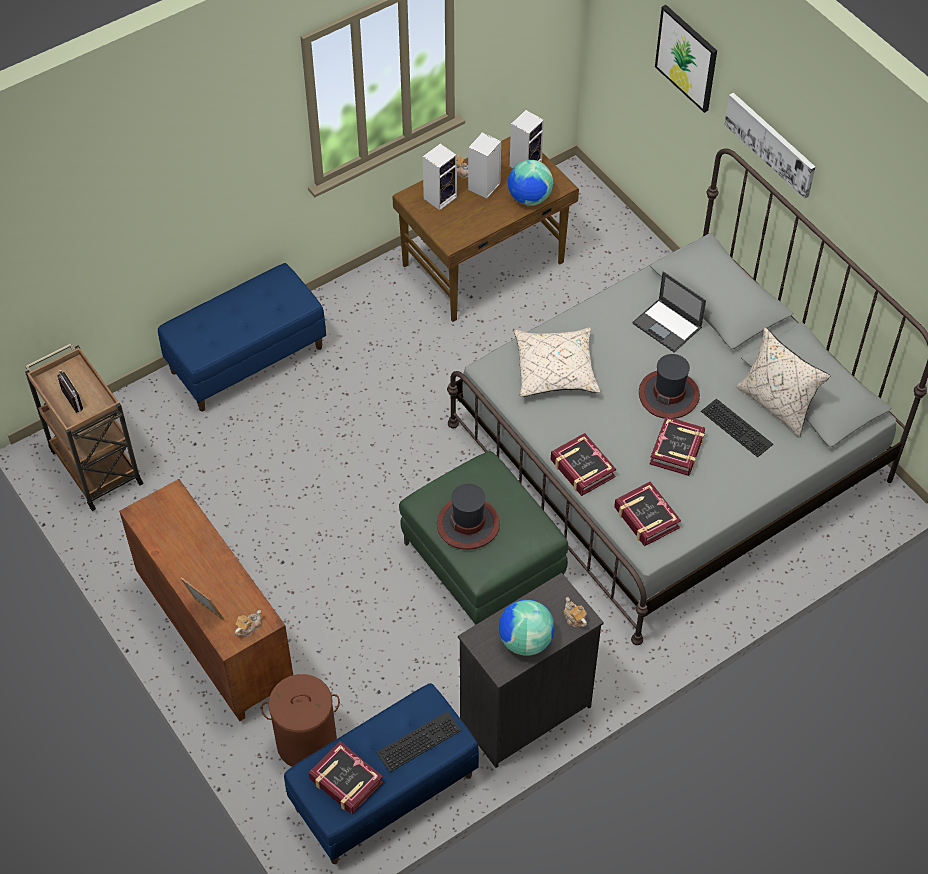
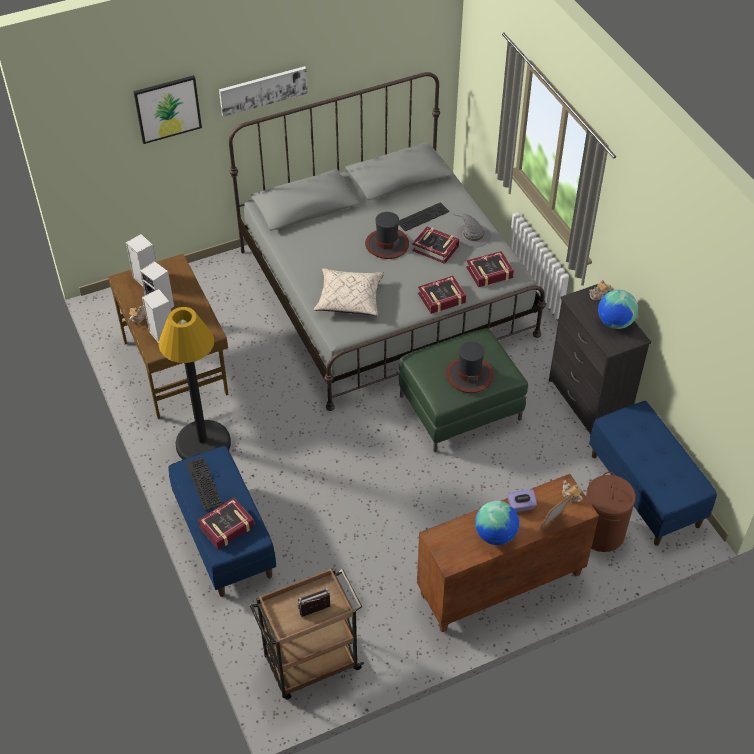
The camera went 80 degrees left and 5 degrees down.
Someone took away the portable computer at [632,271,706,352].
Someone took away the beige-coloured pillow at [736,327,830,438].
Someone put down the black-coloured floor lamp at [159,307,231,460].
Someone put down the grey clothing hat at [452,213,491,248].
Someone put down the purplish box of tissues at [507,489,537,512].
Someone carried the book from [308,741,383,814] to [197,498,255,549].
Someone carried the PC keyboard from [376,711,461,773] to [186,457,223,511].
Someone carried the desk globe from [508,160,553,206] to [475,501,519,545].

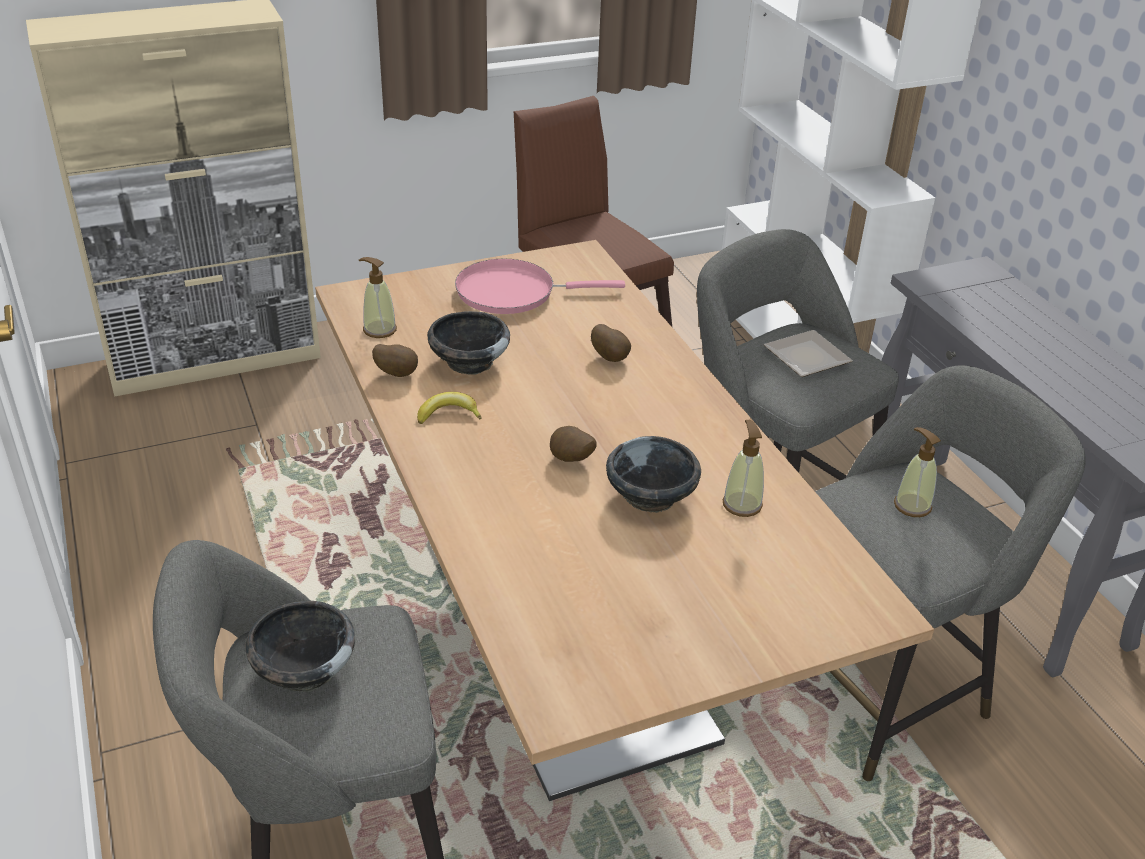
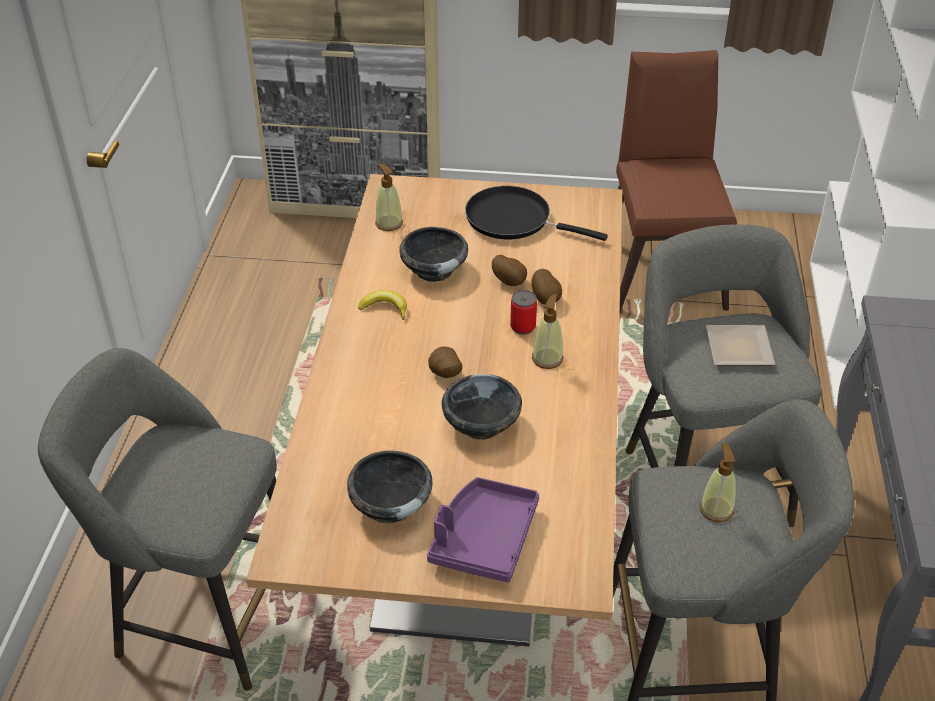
The camera went 30 degrees right and 5 degrees up.
Someone put down the purplish carrying tray at [427,477,539,582].
Someone put down the can at [510,290,537,334].
Someone carried the black-coloured deep dish from [246,601,355,692] to [347,450,433,524].
Someone carried the whole potato from [372,344,418,377] to [492,255,527,286].
Someone carried the soap bottle from [723,420,764,517] to [532,294,563,369].
Someone repainted the pink-coloured frying pan at [455,259,625,314], which became the black-coloured frying pan at [465,186,608,241].

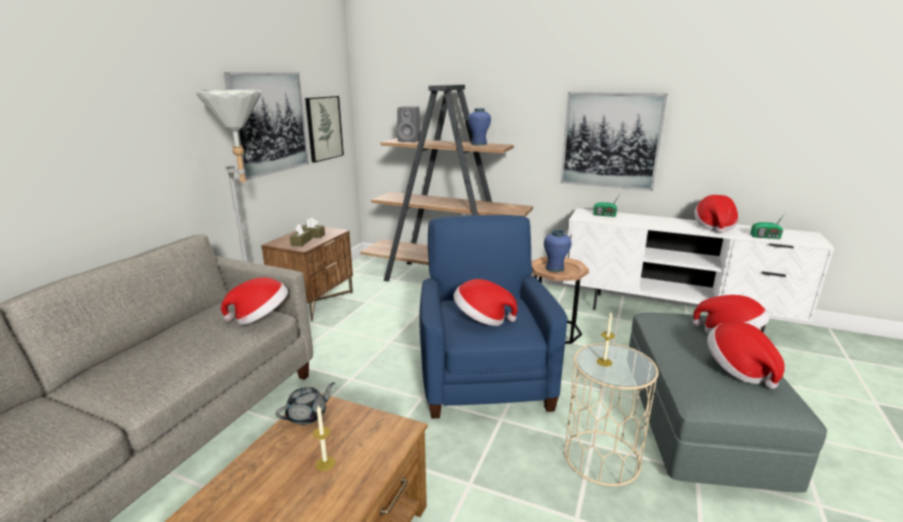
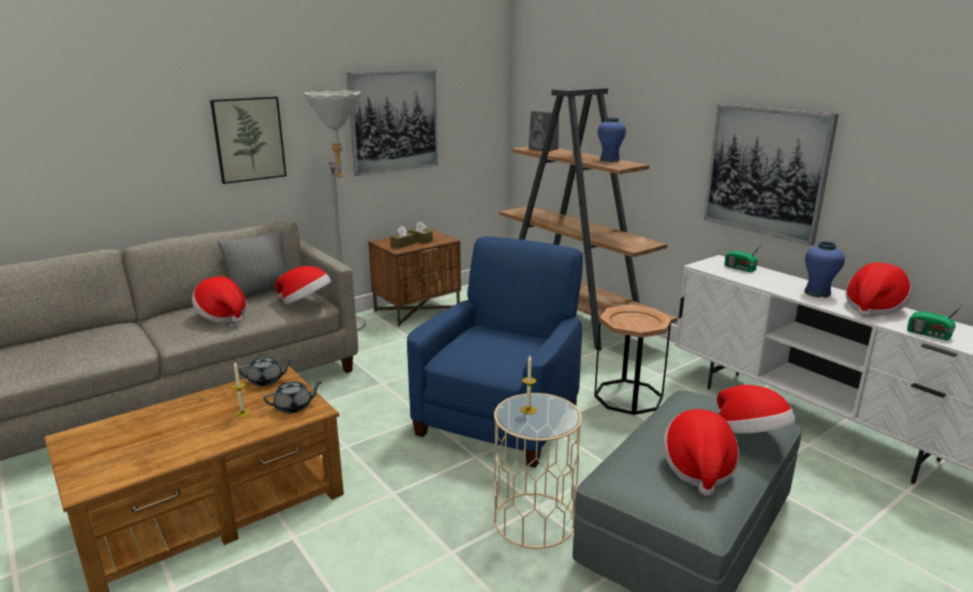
The camera went 30 degrees right and 0 degrees up.
Someone put down the grey pillow at [218,230,288,299].
Someone put down the grey teapot at [263,381,322,414].
Someone carried the picture from [305,96,344,163] to [210,96,287,184].
Someone carried the clothing hat from [453,279,517,326] to [192,276,247,323].
Someone carried the bluish vase from [544,230,572,273] to [804,241,845,298].

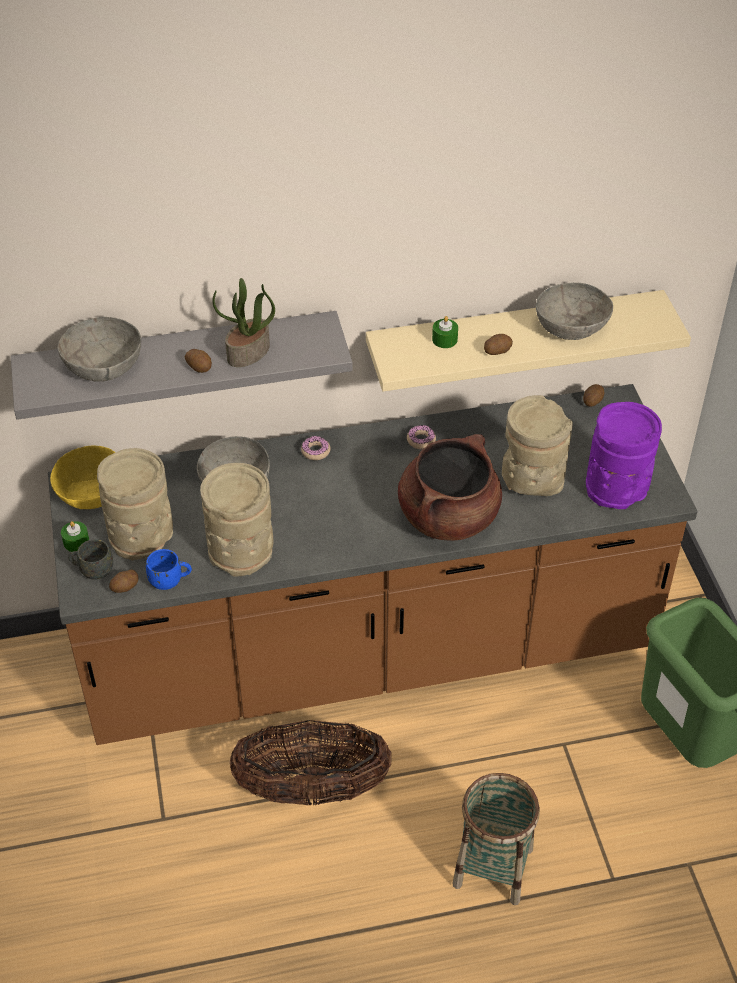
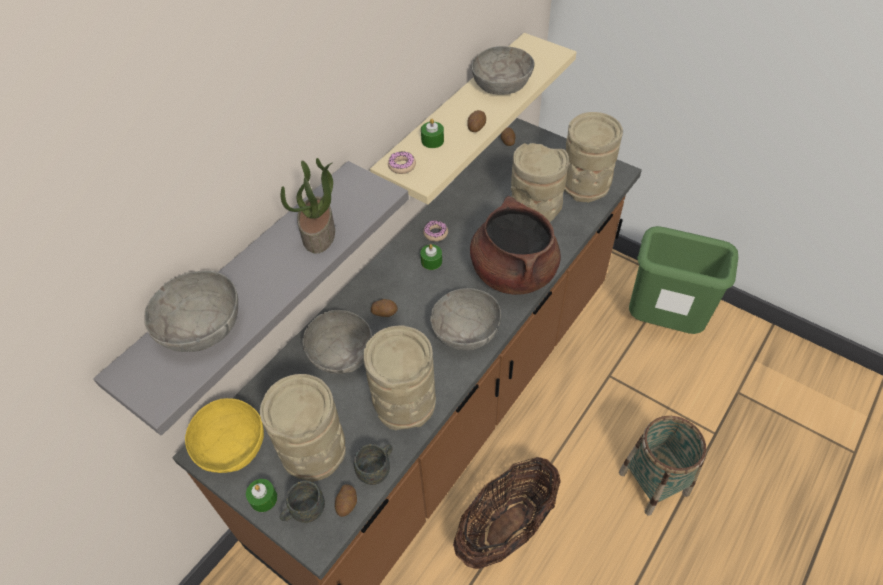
The camera went 40 degrees left and 5 degrees up.
Someone put down the greenish candle at [420,244,442,270].
Someone put down the grey deep dish at [430,288,501,351].
Someone carried the whole potato from [185,349,212,373] to [371,299,398,317].
Someone carried the ring doughnut from [301,436,331,460] to [388,151,416,174].
Someone repainted the bluish tea mug at [146,549,192,590], which became the grey tea mug at [354,444,393,485].
Someone repainted the purplish vase at [586,402,662,509], which became the beige-coloured vase at [564,112,623,203].

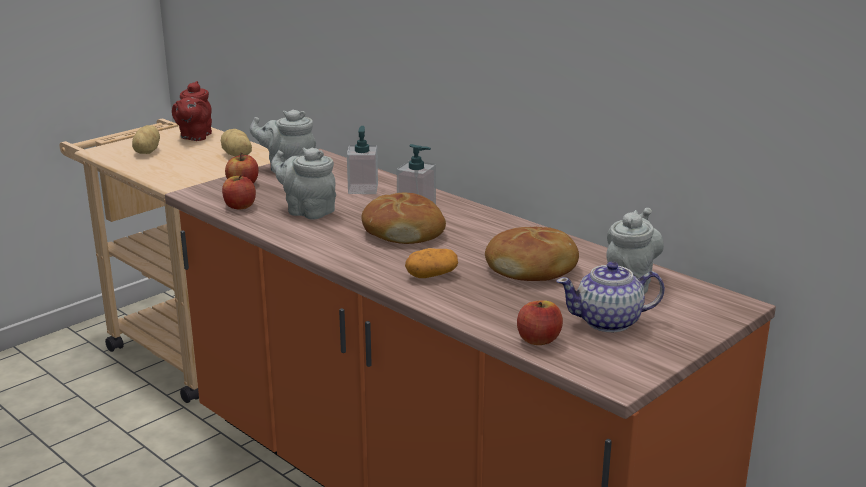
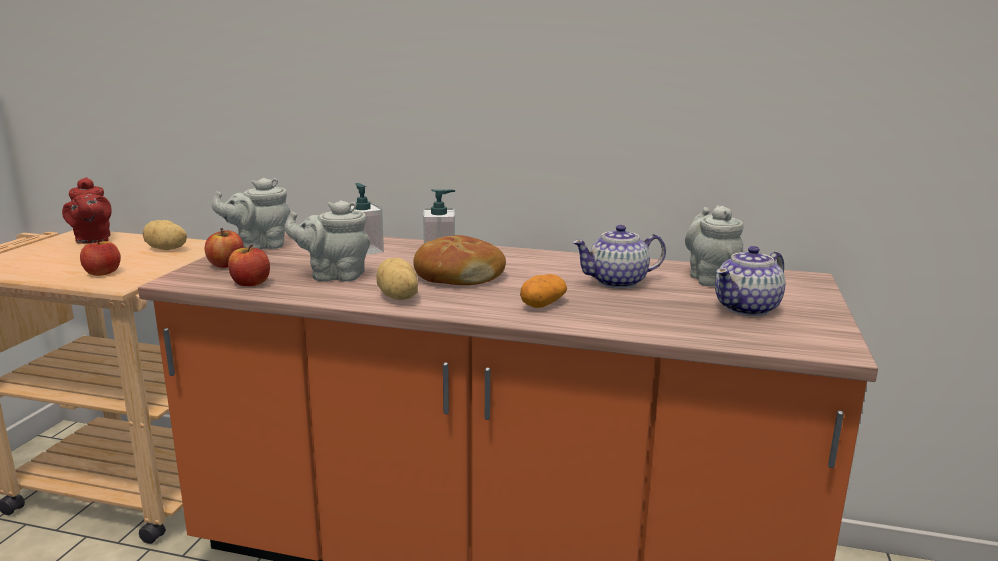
The camera went 30 degrees left and 5 degrees down.
Someone carried the whole potato from [132,125,160,154] to [376,258,418,300].
Someone carried the apple fruit from [517,301,563,345] to [80,240,121,276].
Someone swapped the bakery bread at [485,227,579,281] for the teapot at [572,225,666,289].

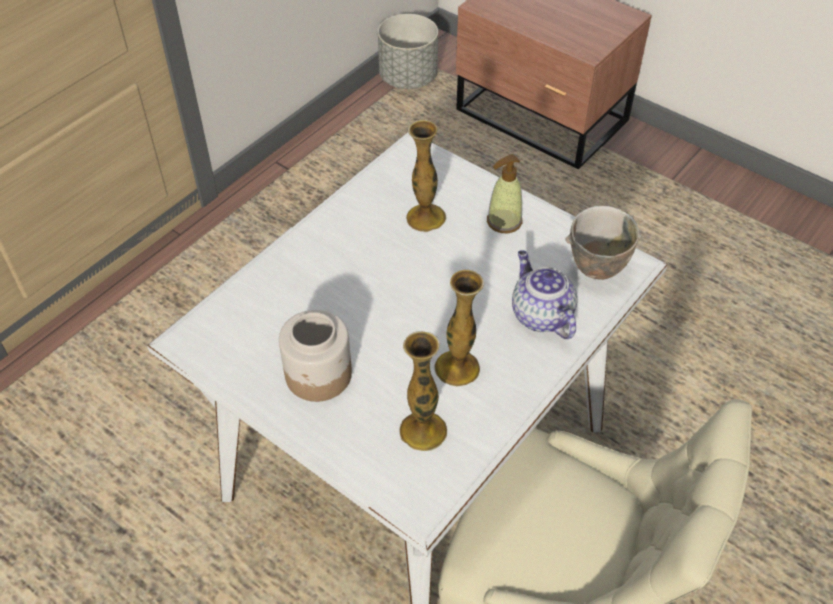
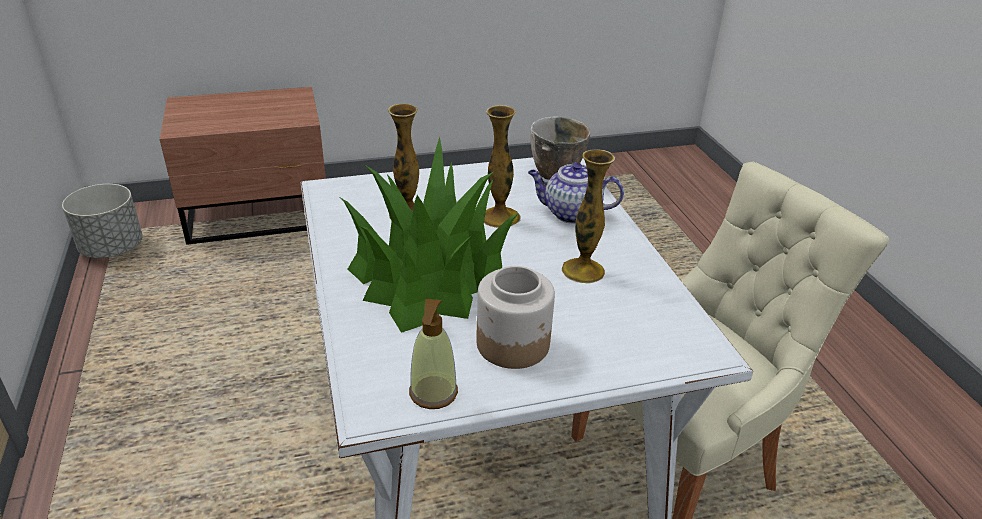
The camera went 55 degrees left and 15 degrees down.
Someone put down the potted plant at [338,137,519,333].
Someone carried the vase from [399,331,447,451] to [484,105,521,228].
Someone carried the soap bottle from [487,154,522,233] to [409,299,458,409].

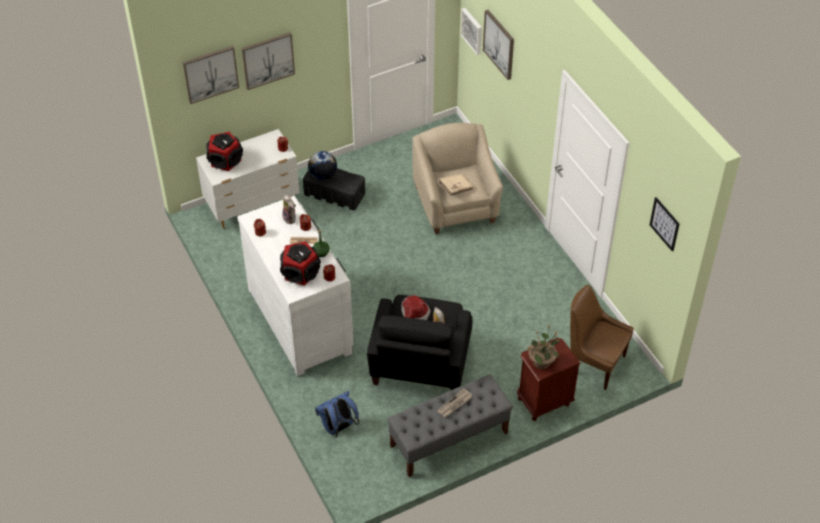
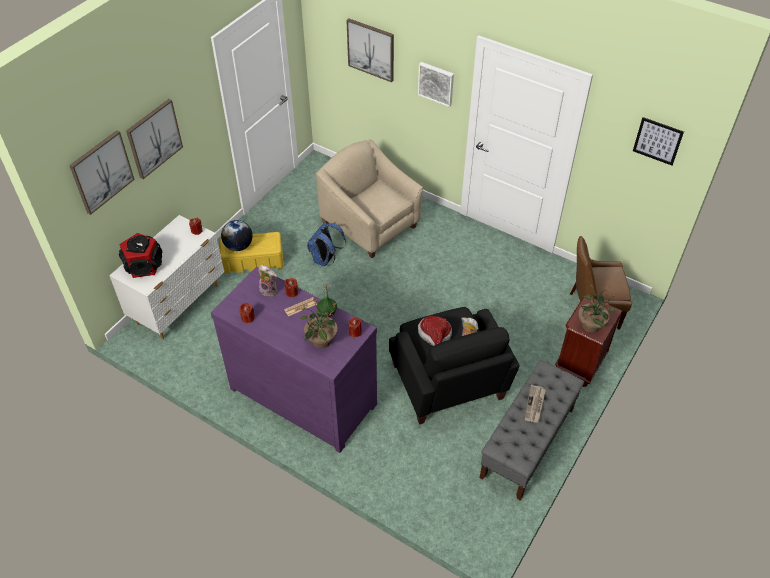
The camera went 30 degrees left and 0 degrees up.
Someone took away the beige-coloured book at [438,173,473,195].
Someone carried the bluish knapsack from [315,391,359,438] to [307,221,346,266].
Someone carried the picture from [461,8,482,55] to [418,62,454,107].
Someone swapped the audio speaker at [280,241,321,286] for the potted plant at [300,298,338,348].
Someone repainted the white dresser at [237,196,353,376], which became the purplish dresser at [211,267,377,453].
Someone repainted the black-coloured storage bin at [303,168,365,210], which became the yellow-coloured storage bin at [220,232,284,274].

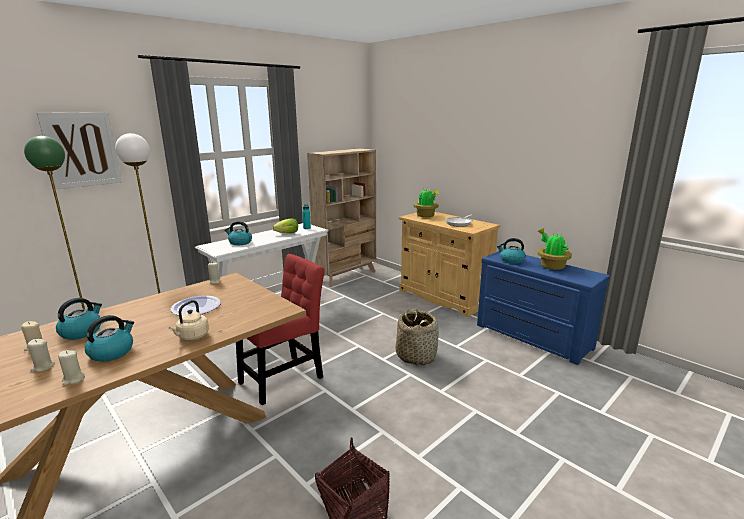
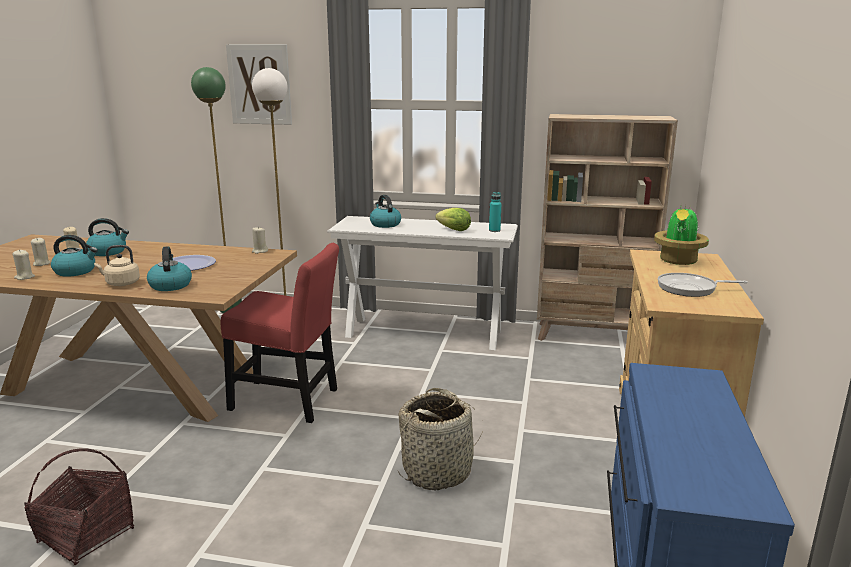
The camera went 55 degrees right and 0 degrees up.
Someone took away the potted plant at [537,228,572,270].
Someone carried the water kettle from [497,238,526,264] to [147,246,192,291].

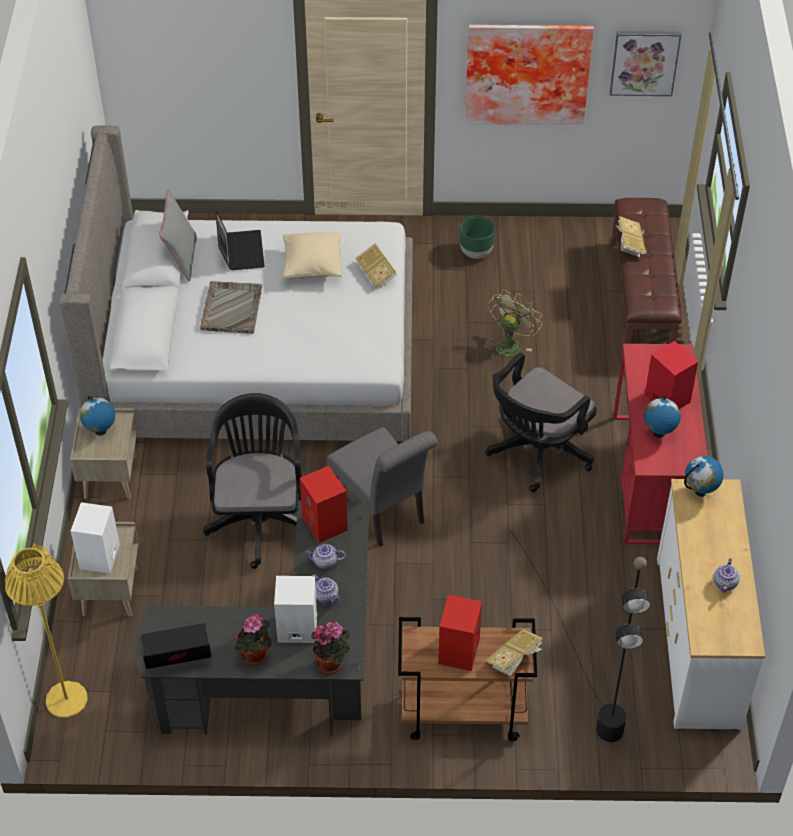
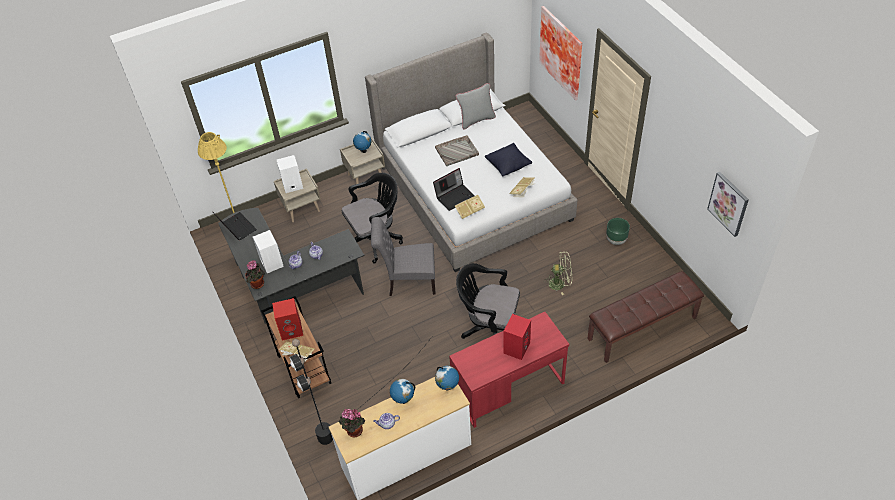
The camera went 65 degrees right and 0 degrees up.
Someone took away the red audio speaker at [300,466,348,543].
Someone carried the portable computer from [215,210,265,270] to [433,168,475,211].
Someone carried the potted plant from [234,614,272,665] to [339,409,365,437].
Someone carried the picture from [465,25,594,125] to [539,6,582,101].
Someone carried the book from [616,216,646,257] to [455,195,485,219].
Someone carried the desk globe from [644,395,681,438] to [390,379,415,404].
Someone repainted the beige-coloured pillow at [283,232,342,279], which became the black-coloured pillow at [485,143,532,177].
Someone rotated the grey plain chair at [327,427,438,547] by 60 degrees clockwise.

